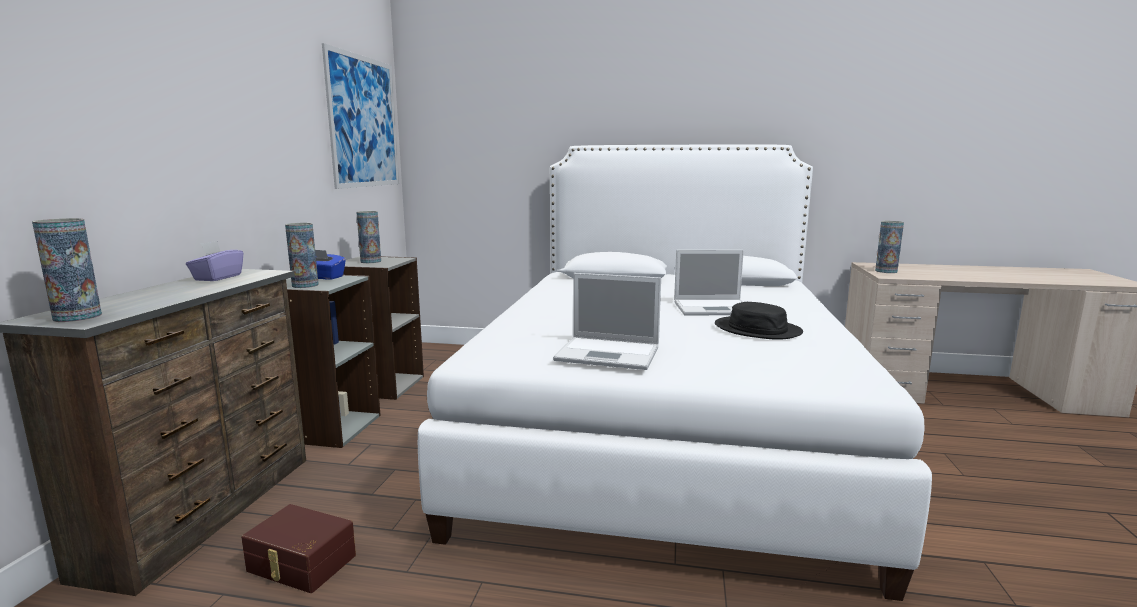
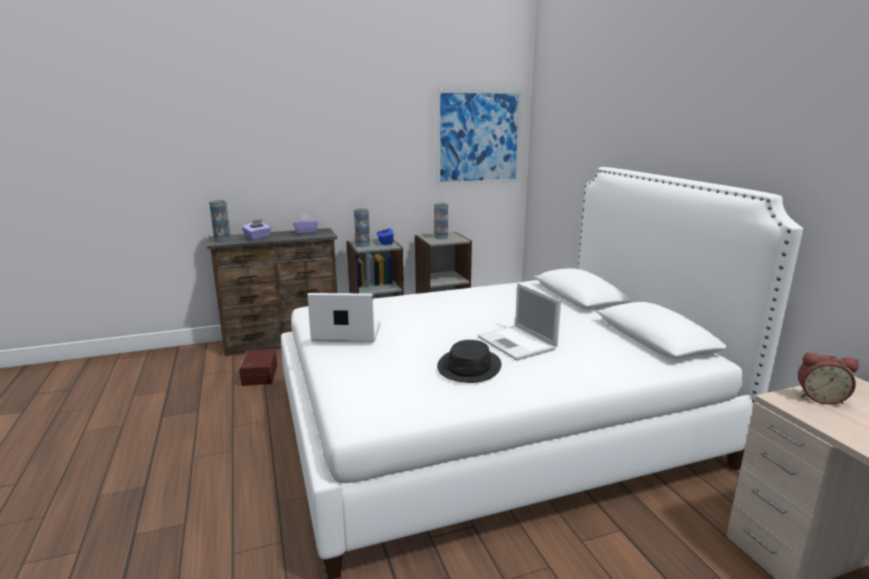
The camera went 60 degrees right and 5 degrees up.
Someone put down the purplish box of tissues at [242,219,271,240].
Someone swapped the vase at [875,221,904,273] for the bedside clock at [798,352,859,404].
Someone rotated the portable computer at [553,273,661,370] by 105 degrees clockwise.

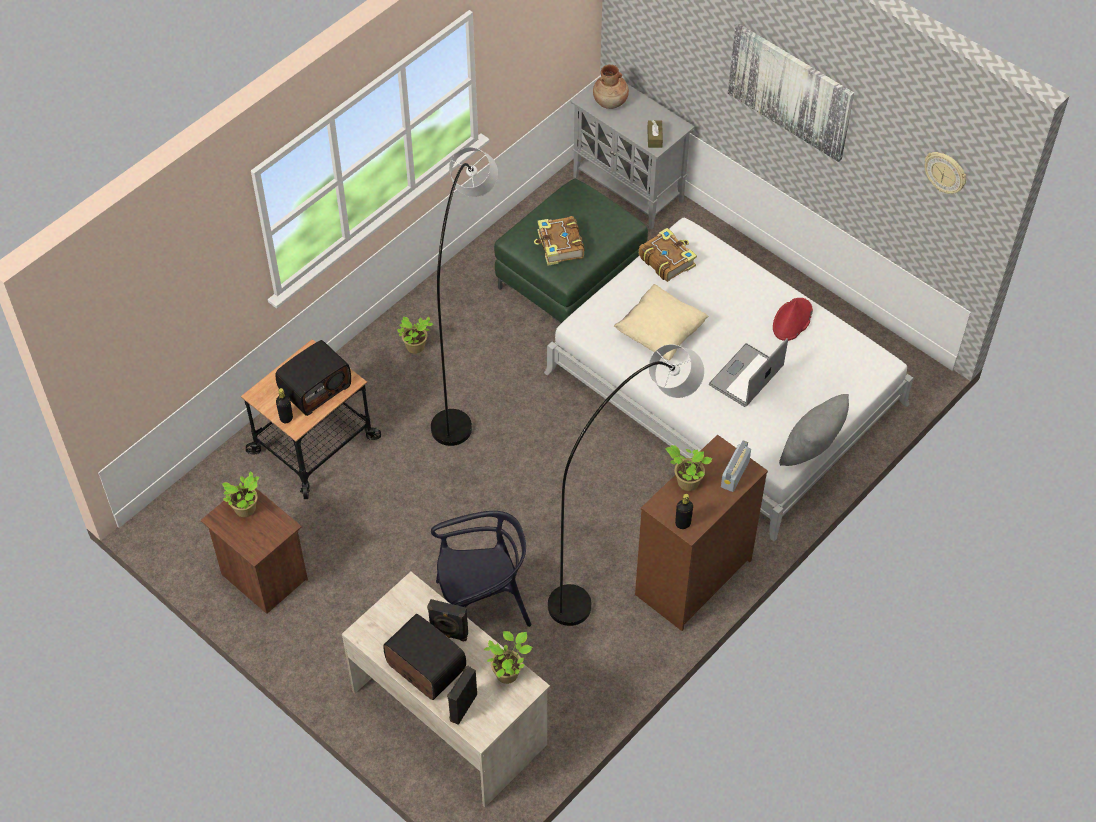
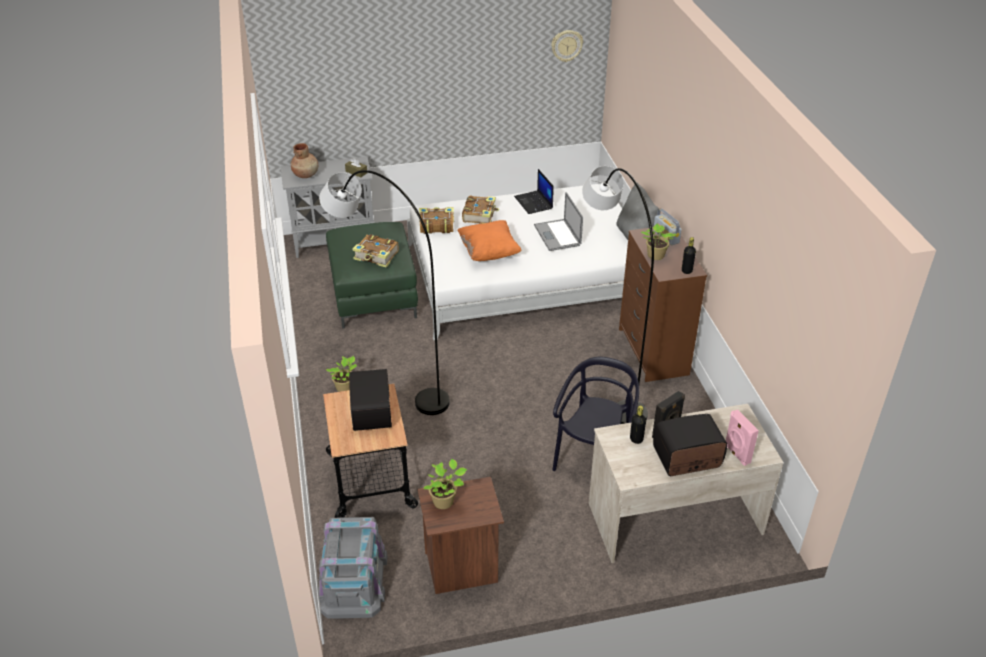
The camera went 55 degrees left and 15 degrees down.
Someone took away the potted plant at [484,631,532,684].
Someone took away the picture at [728,24,854,162].
Someone put down the grey storage bin at [318,517,387,619].
Someone put down the book at [462,195,499,224].
Someone carried the black-coloured drink bottle from [276,388,293,423] to [630,405,646,444].
Someone swapped the red clothing hat at [773,298,813,341] for the portable computer at [514,169,554,214].
Someone repainted the black-coloured audio speaker at [447,666,477,725], which became the pink-coloured audio speaker at [726,410,759,466].
Someone repainted the beige-coloured pillow at [614,284,709,360], which became the orange-coloured pillow at [457,220,522,261].

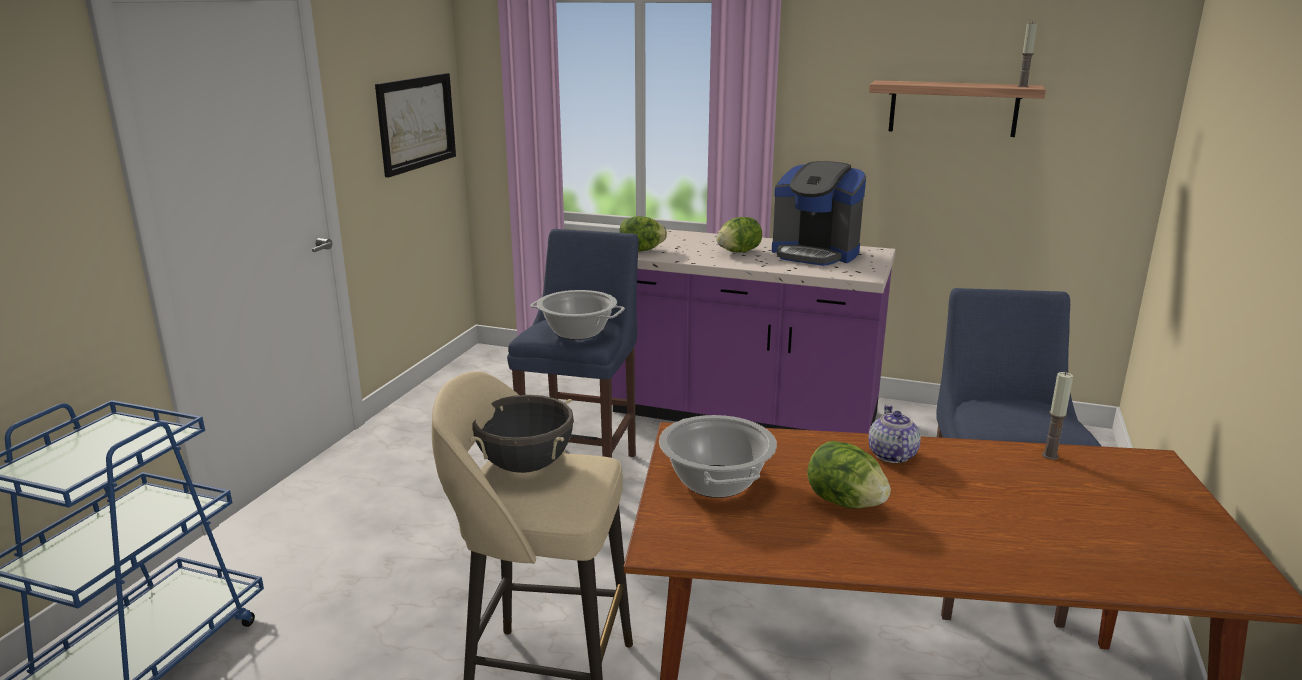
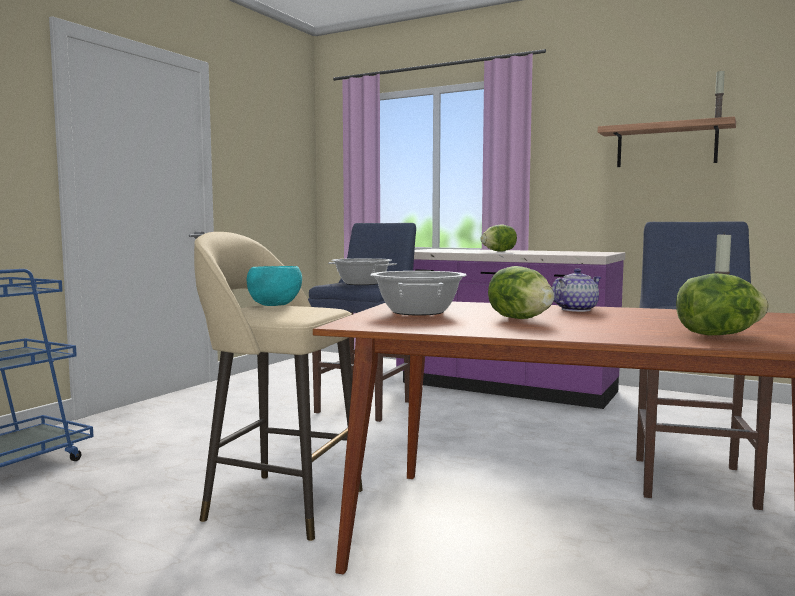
The camera went 10 degrees right and 15 degrees down.
Someone took away the picture at [375,73,456,177].
Someone took away the coffee machine at [772,161,866,266].
Someone carried the lettuce from [619,216,667,251] to [676,273,769,335].
Someone swapped the black-coloured stockpot at [469,395,574,473] for the blue-green deep dish at [247,266,302,306].
Someone rotated the teapot at [869,405,921,463] by 45 degrees clockwise.

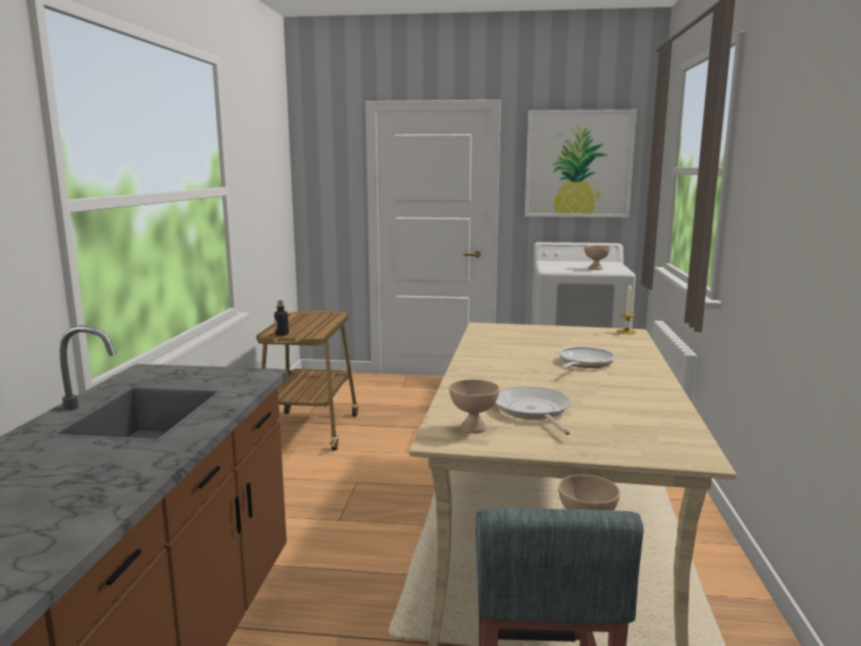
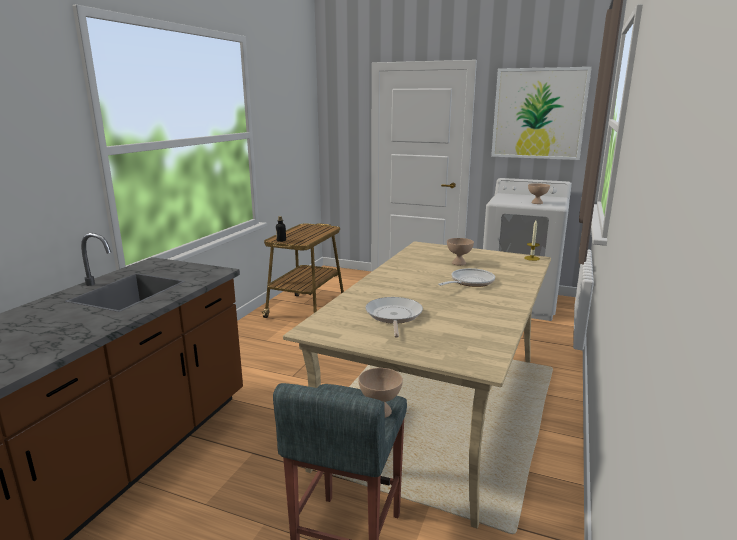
The camera went 15 degrees right and 5 degrees up.
Someone carried the beige-coloured deep dish from [449,379,500,434] to [447,238,474,266].

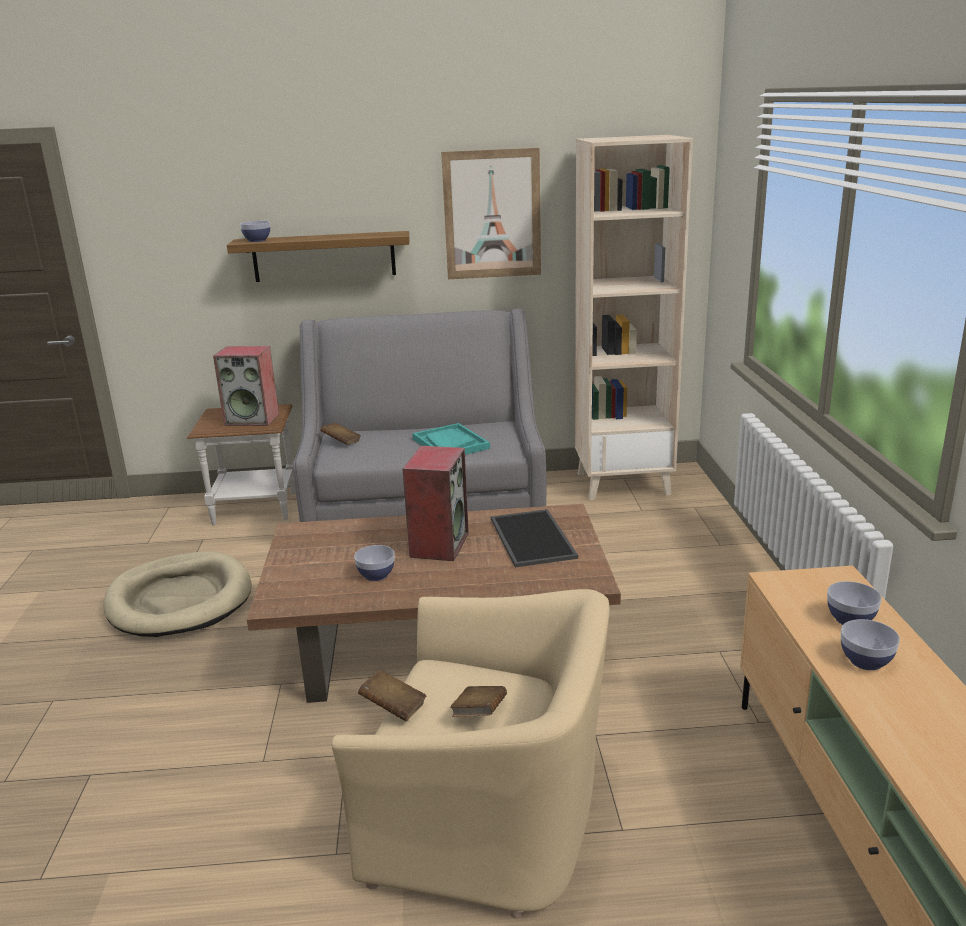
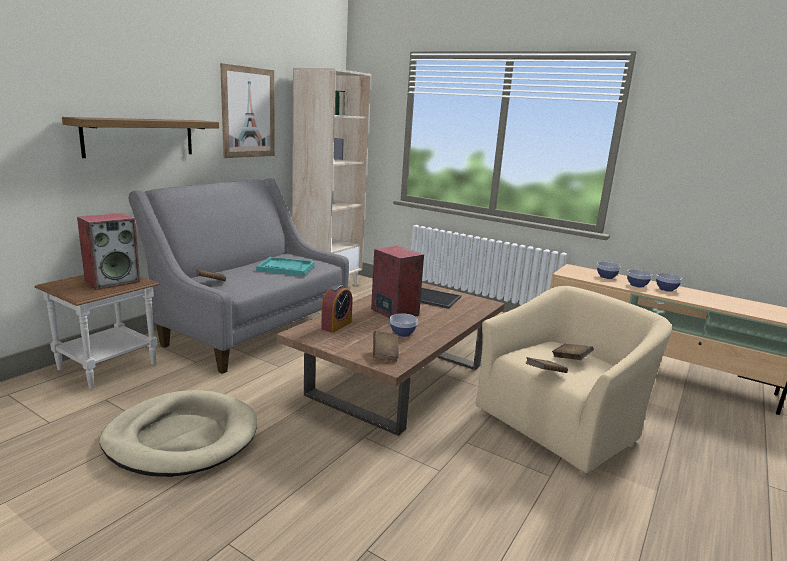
The camera went 55 degrees left and 5 degrees down.
Someone put down the bedside clock at [321,285,353,333].
Someone put down the brown book at [373,331,399,361].
Someone carried the deep dish from [240,221,270,242] to [656,273,682,292].

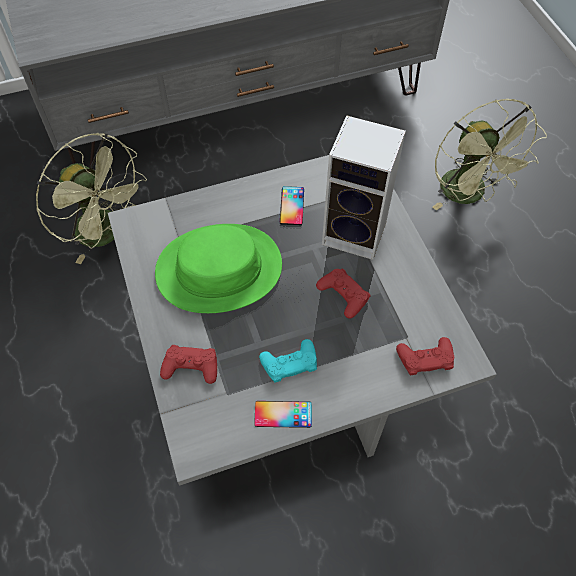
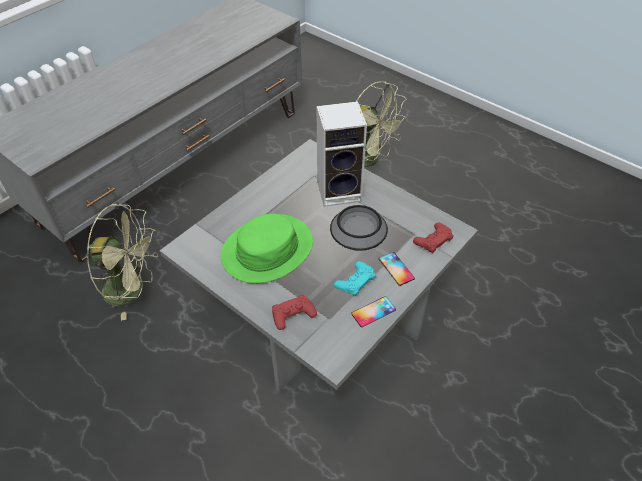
The camera went 30 degrees left and 10 degrees down.
Someone carried the phone from [280,186,304,225] to [379,252,415,286].
Someone swapped the red game controller at [316,268,371,319] for the deep dish at [330,205,388,251].

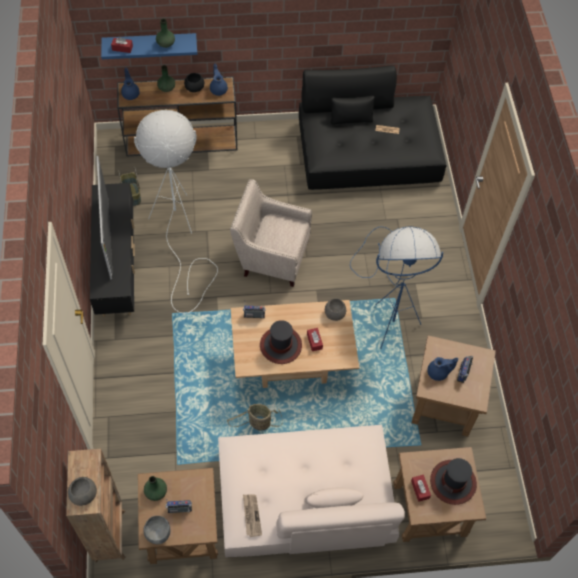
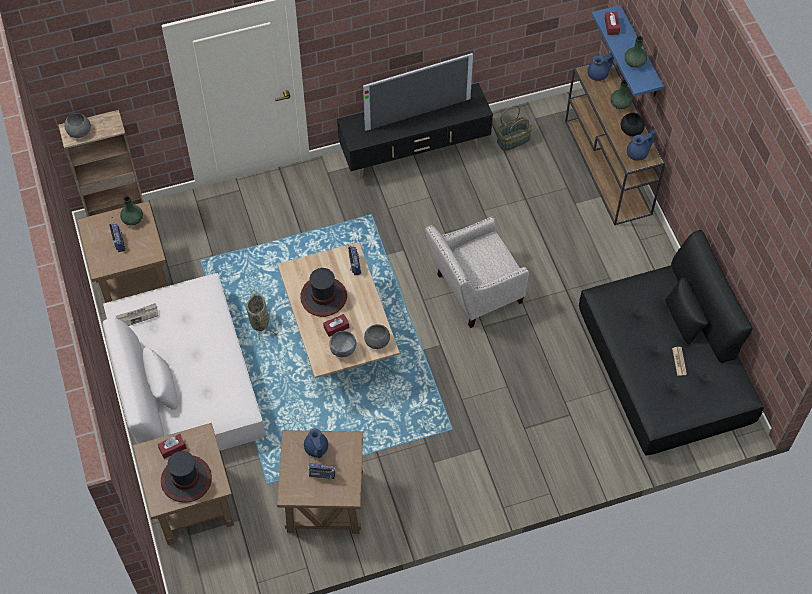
The camera went 80 degrees right and 0 degrees up.
Someone took away the white floor lamp at [134,110,218,313].
Someone took away the bluish floor lamp at [350,227,443,349].
Someone carried the grey deep dish from [143,516,171,544] to [329,331,357,357].
Someone rotated the beige-coloured lounge chair at [230,179,312,287] by 120 degrees counterclockwise.

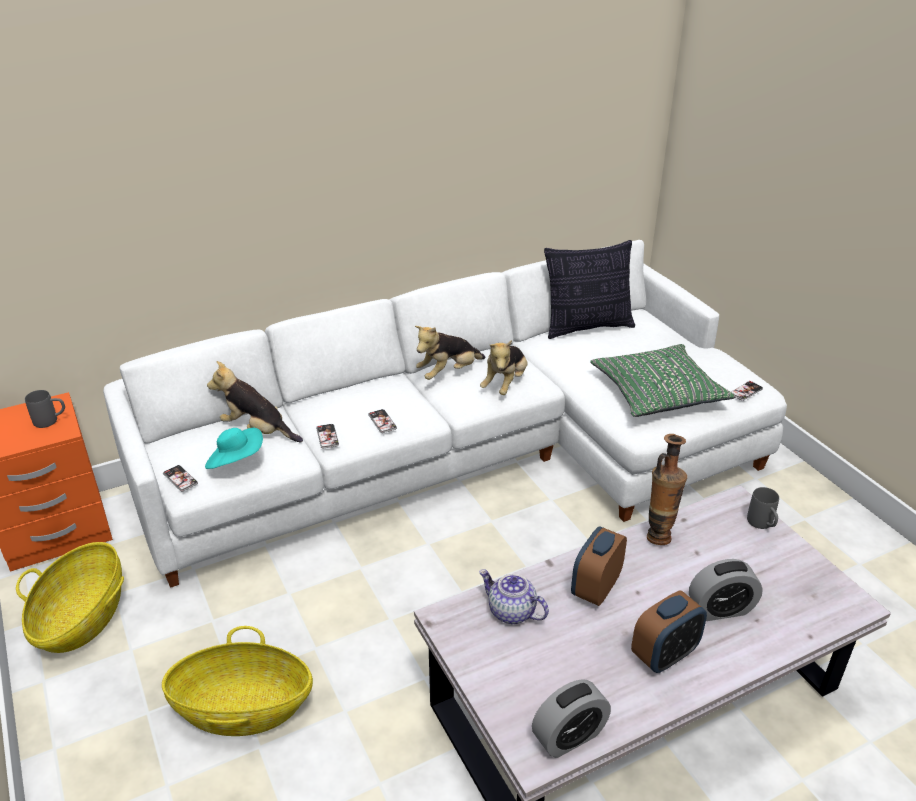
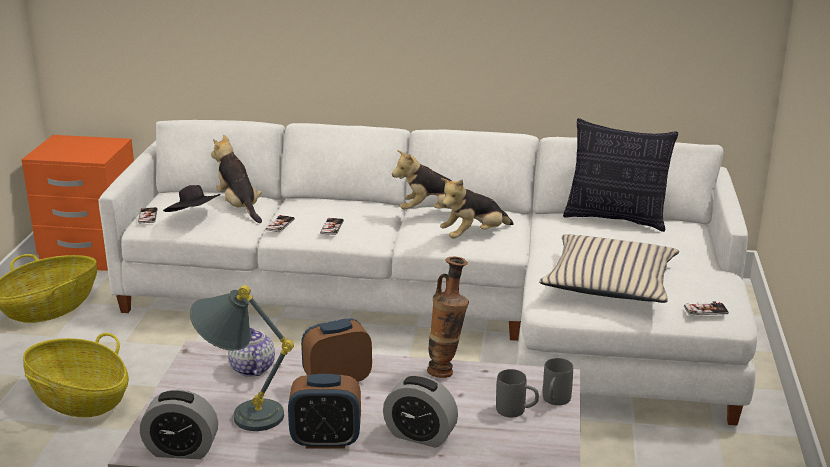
The camera went 35 degrees right and 10 degrees down.
Someone put down the grey tabletop lamp at [190,285,294,431].
Someone carried the grey tea mug from [25,390,65,428] to [496,369,539,417].
Someone repainted the blue-green clothing hat at [205,428,263,469], which became the black-coloured clothing hat at [163,185,221,212].
Someone repainted the greenish pillow at [590,344,736,417], which became the beige-coloured pillow at [539,234,679,303].

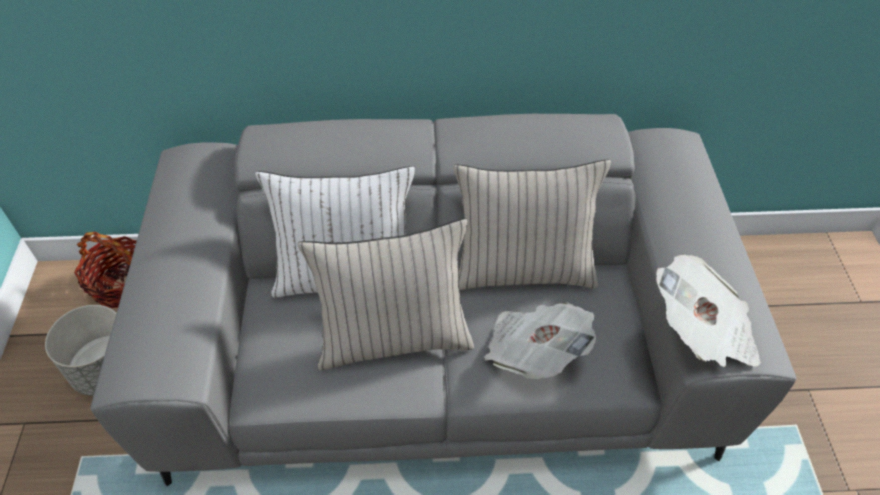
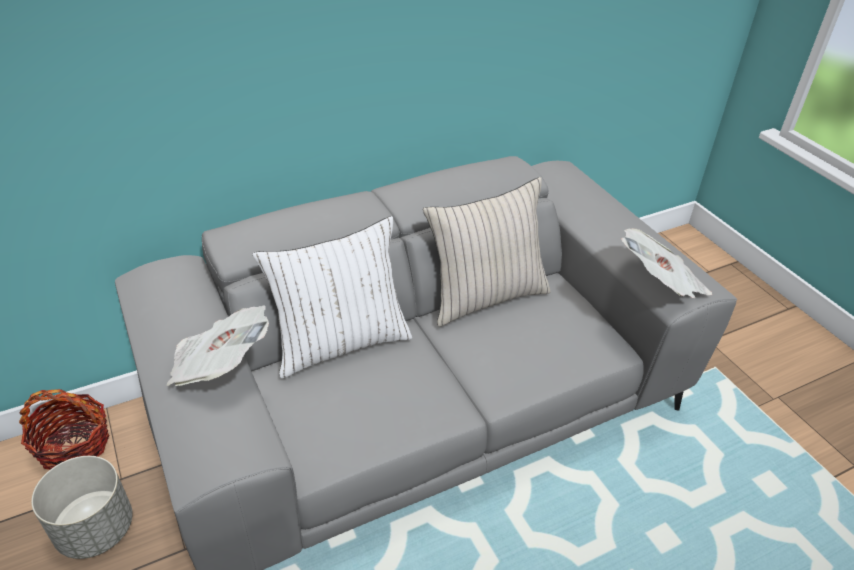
The camera went 25 degrees left and 10 degrees down.
Someone took away the beige-coloured pillow at [297,219,474,370].
Someone carried the daily paper from [484,303,596,379] to [166,305,269,386].

